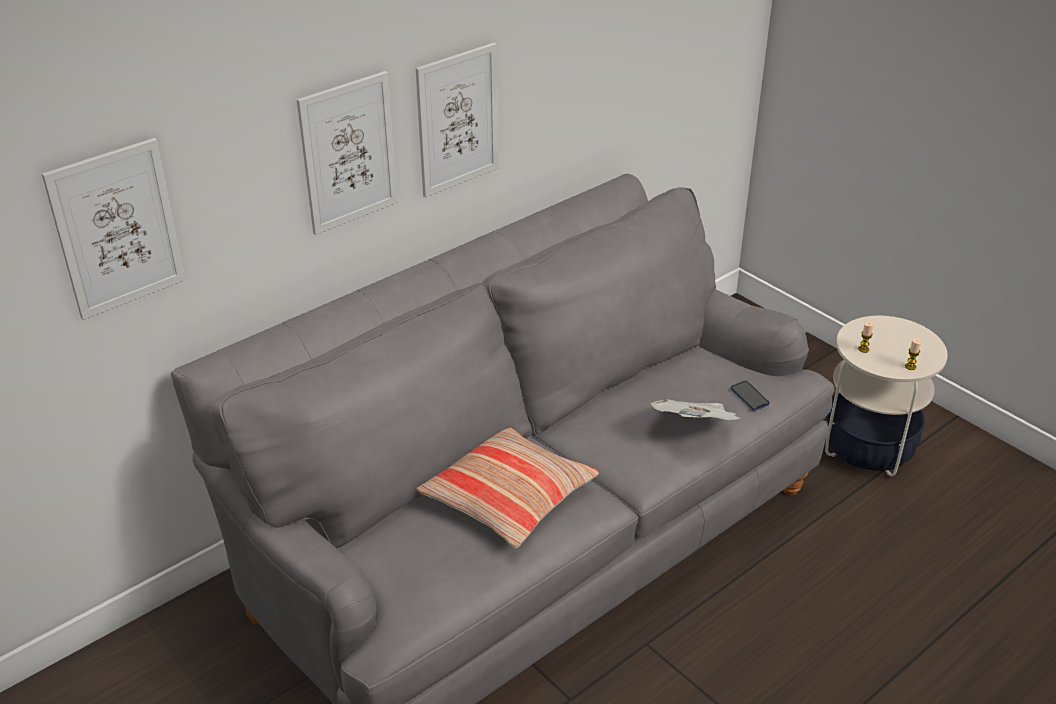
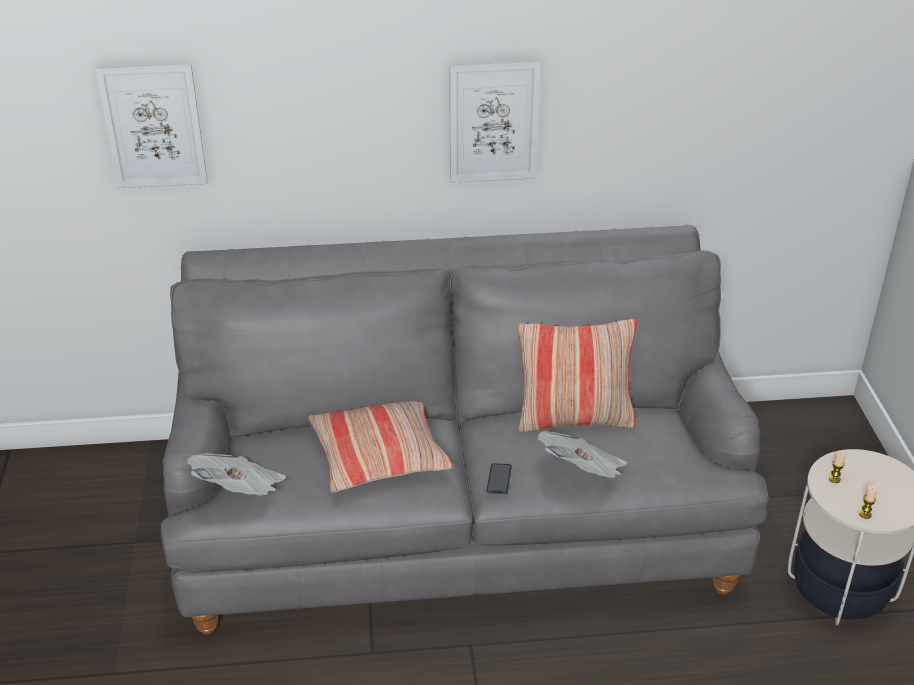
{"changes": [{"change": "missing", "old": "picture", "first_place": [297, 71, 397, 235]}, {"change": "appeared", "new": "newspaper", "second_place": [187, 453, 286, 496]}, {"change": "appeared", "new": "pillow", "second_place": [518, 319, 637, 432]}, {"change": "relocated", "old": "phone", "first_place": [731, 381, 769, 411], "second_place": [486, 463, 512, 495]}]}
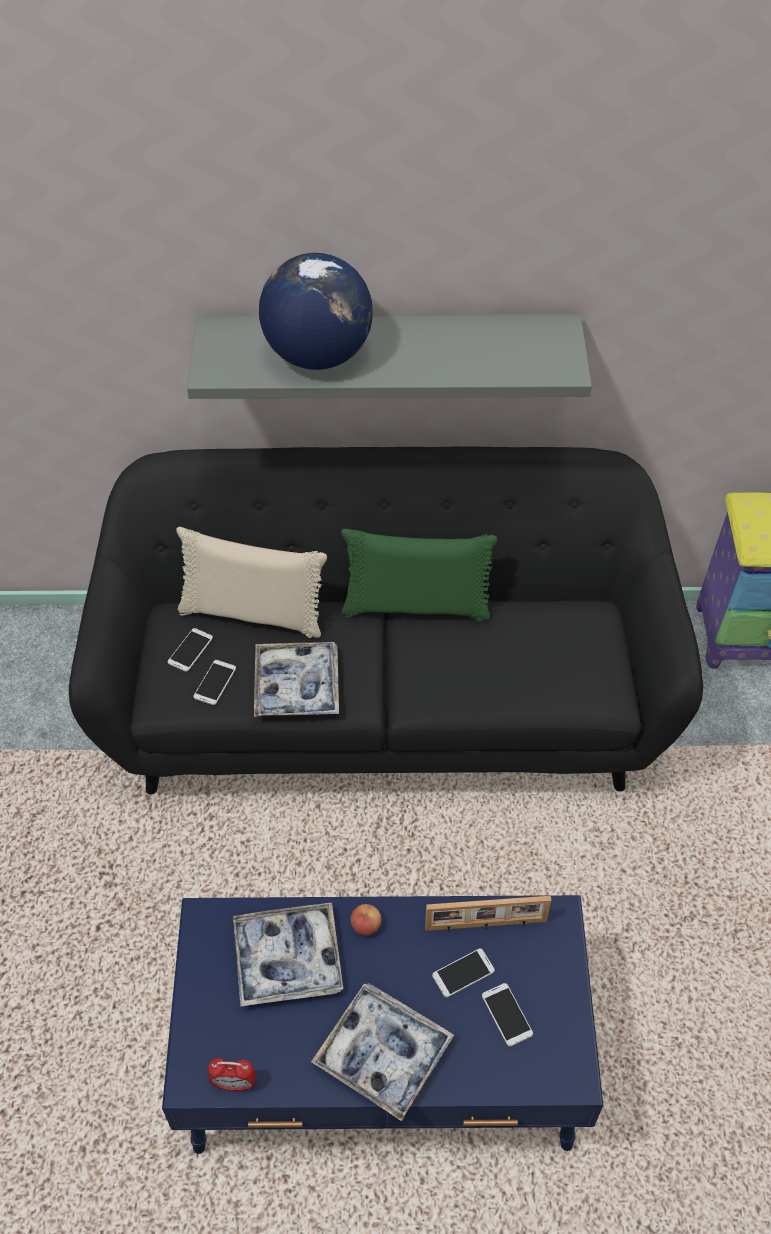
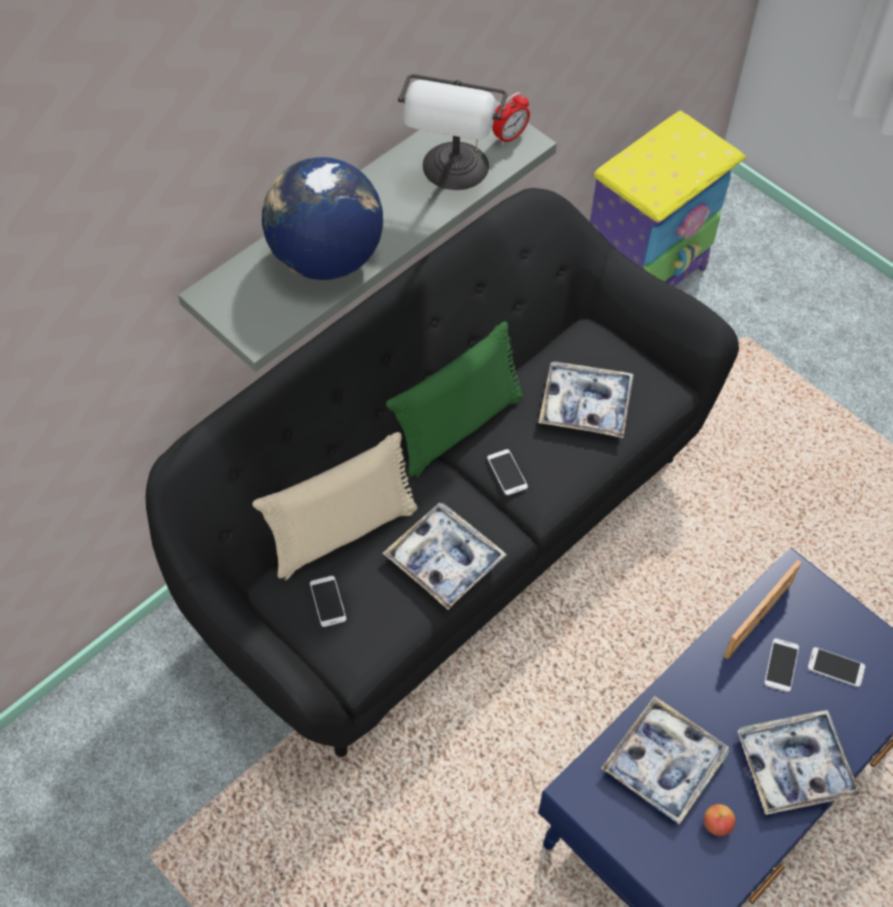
{"changes": [{"change": "appeared", "new": "table lamp", "second_place": [398, 74, 507, 190]}, {"change": "appeared", "new": "tray", "second_place": [538, 362, 634, 438]}, {"change": "relocated", "old": "phone", "first_place": [193, 660, 236, 705], "second_place": [487, 449, 528, 496]}, {"change": "relocated", "old": "alarm clock", "first_place": [208, 1058, 256, 1091], "second_place": [493, 92, 530, 145]}, {"change": "relocated", "old": "apple", "first_place": [350, 904, 381, 936], "second_place": [704, 804, 735, 836]}]}
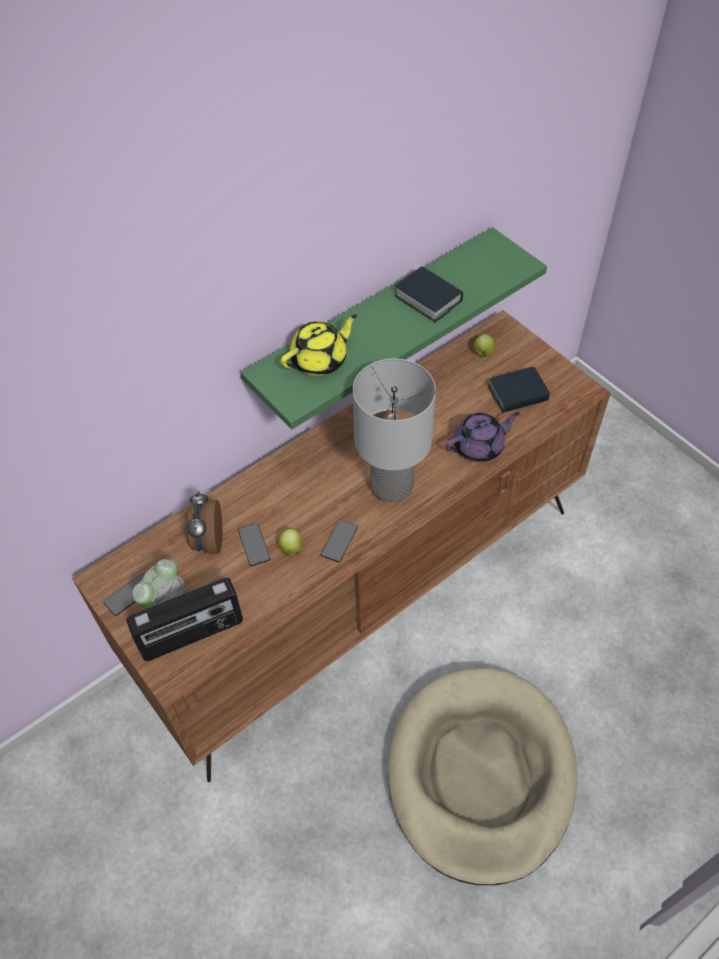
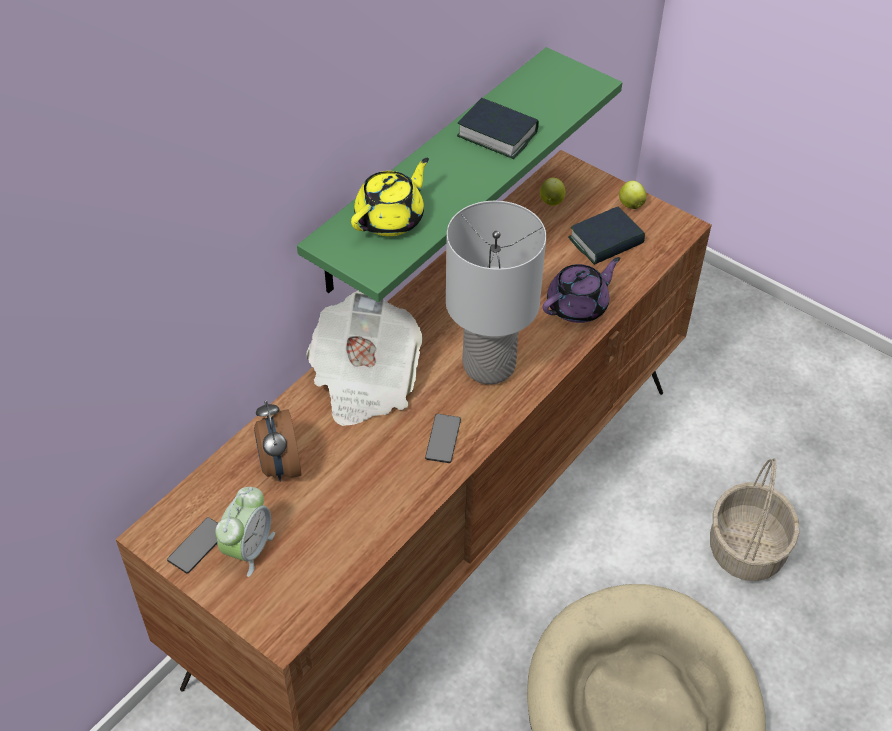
{"changes": [{"change": "missing", "old": "radio", "first_place": [127, 578, 243, 661]}, {"change": "missing", "old": "phone", "first_place": [238, 523, 270, 566]}, {"change": "appeared", "new": "newspaper", "second_place": [306, 291, 423, 426]}, {"change": "appeared", "new": "basket", "second_place": [710, 458, 799, 581]}, {"change": "relocated", "old": "apple", "first_place": [278, 529, 303, 556], "second_place": [619, 181, 647, 209]}]}
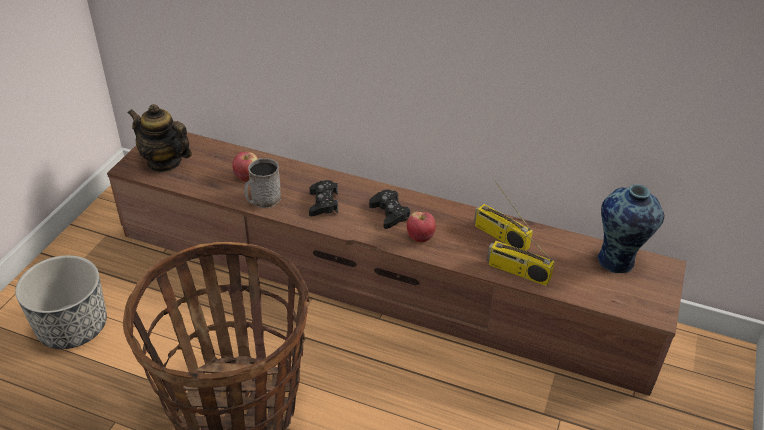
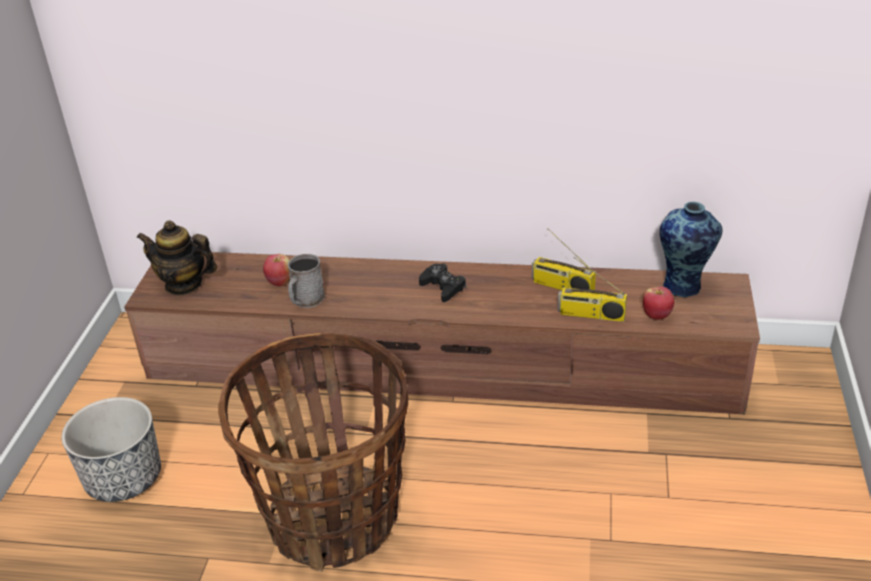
{"changes": [{"change": "missing", "old": "game controller (black)", "first_place": [309, 180, 338, 216]}, {"change": "relocated", "old": "apple", "first_place": [407, 212, 436, 242], "second_place": [643, 287, 674, 320]}]}
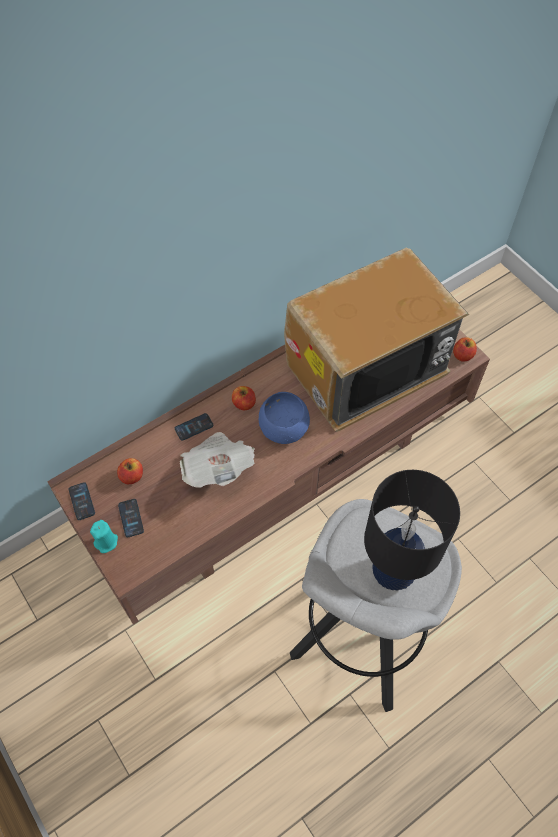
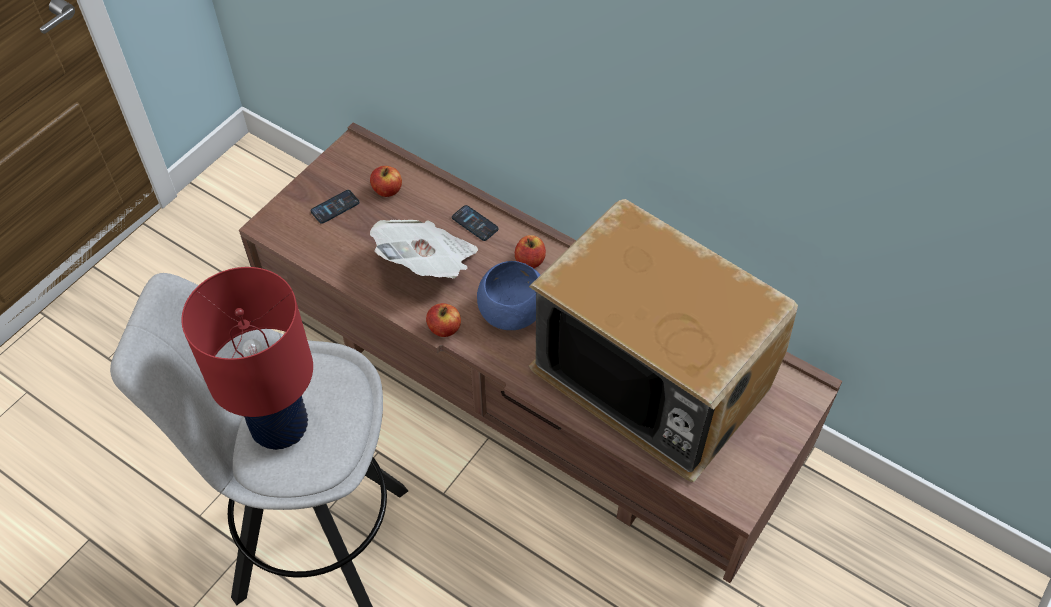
{"changes": [{"change": "missing", "old": "phone", "first_place": [69, 482, 95, 520]}, {"change": "missing", "old": "candle (turquoise)", "first_place": [90, 520, 118, 553]}, {"change": "relocated", "old": "apple", "first_place": [453, 337, 477, 362], "second_place": [426, 303, 461, 337]}, {"change": "colour", "old": "table lamp (black)", "new": "table lamp (red)", "first_place": [364, 470, 460, 590], "second_place": [182, 267, 313, 450]}]}
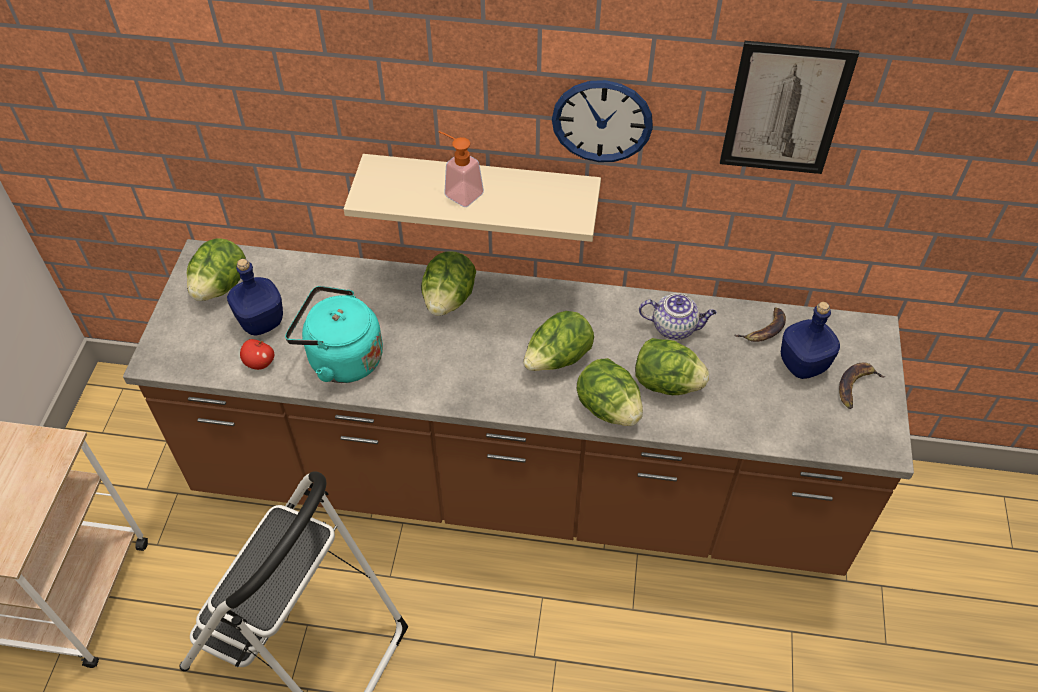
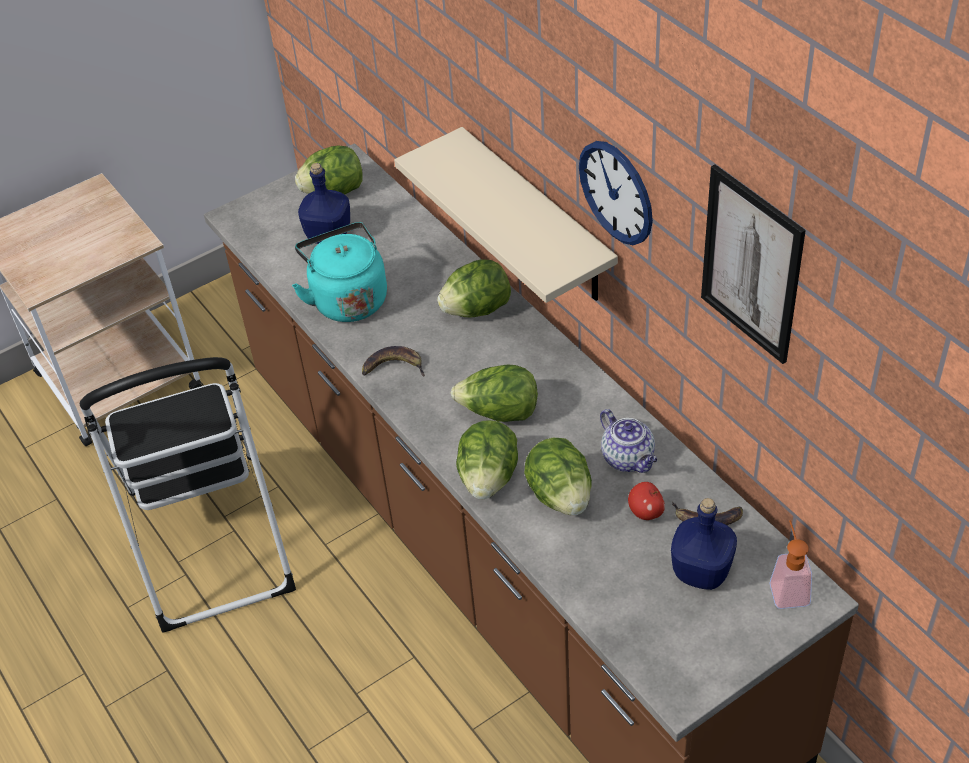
{"changes": [{"change": "relocated", "old": "apple", "first_place": [240, 339, 274, 370], "second_place": [628, 482, 665, 520]}, {"change": "relocated", "old": "soap dispenser", "first_place": [438, 131, 484, 207], "second_place": [769, 520, 812, 609]}, {"change": "relocated", "old": "banana", "first_place": [839, 362, 886, 409], "second_place": [362, 346, 425, 376]}]}
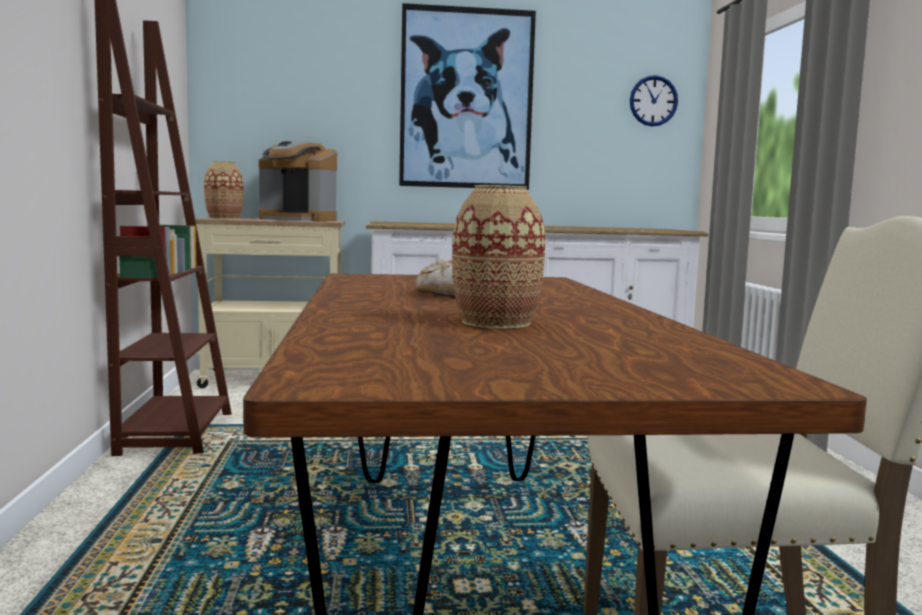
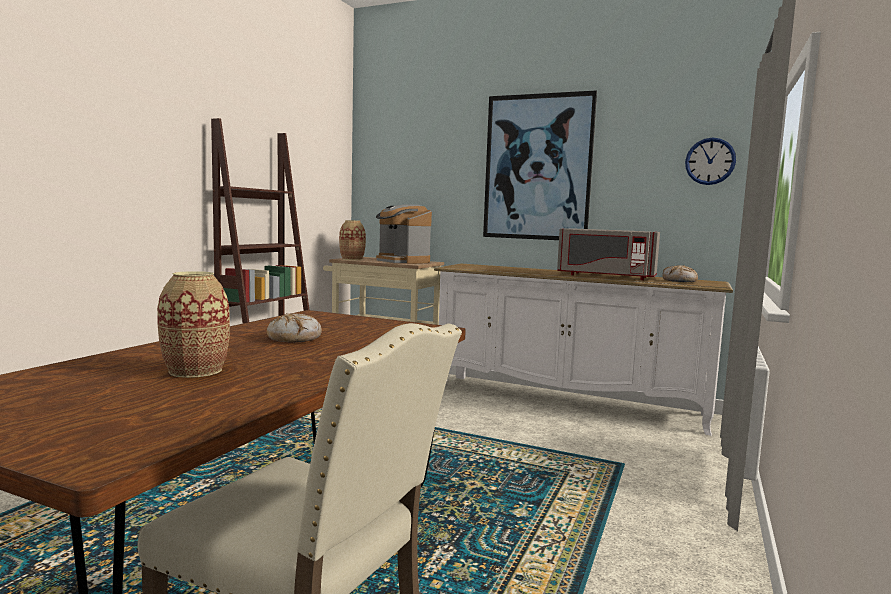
{"changes": [{"change": "appeared", "new": "microwave (grey)", "second_place": [557, 228, 660, 280]}, {"change": "appeared", "new": "bread", "second_place": [662, 265, 698, 282]}]}
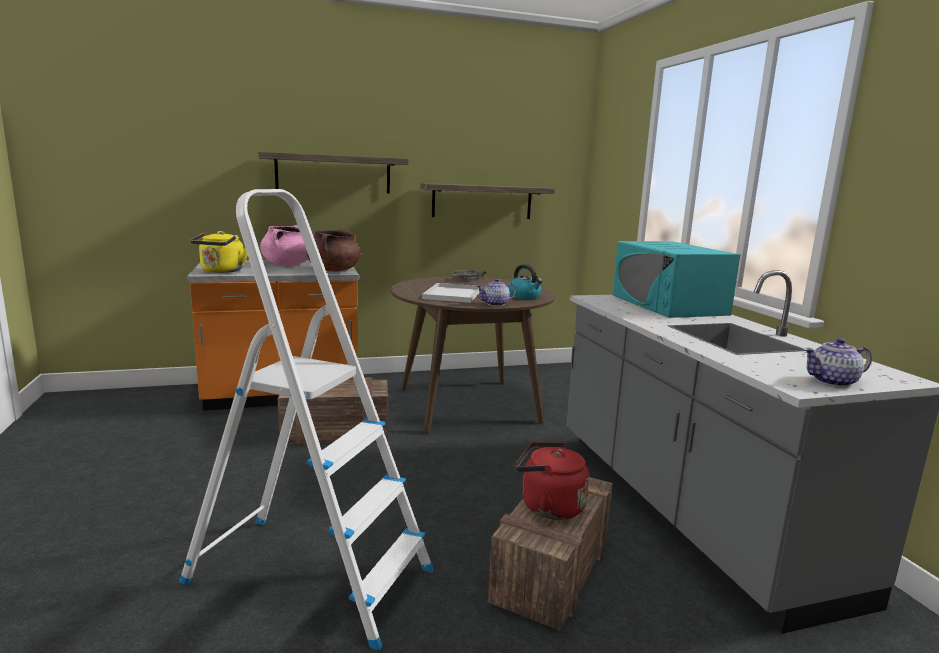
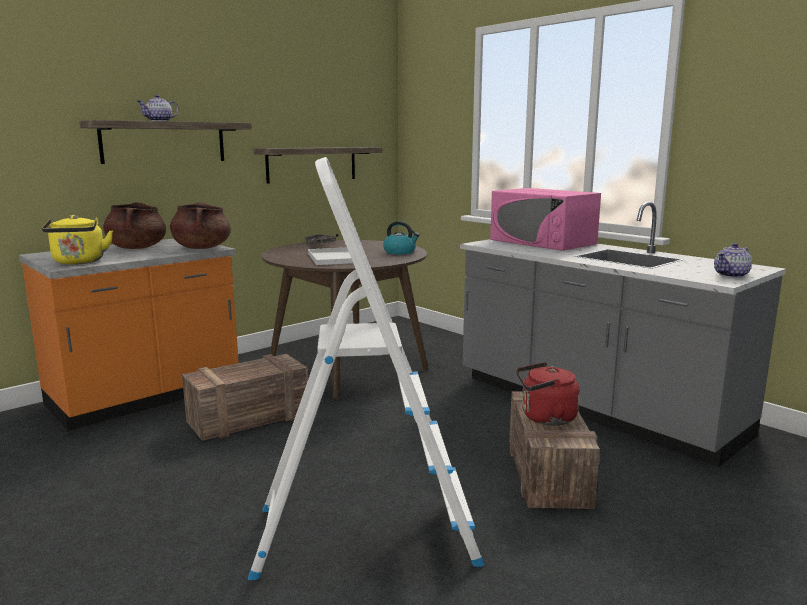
{"changes": [{"change": "relocated", "old": "teapot", "first_place": [476, 279, 517, 306], "second_place": [137, 95, 179, 121]}, {"change": "colour", "old": "cooking pot (pink)", "new": "cooking pot (brown)", "first_place": [260, 225, 308, 266], "second_place": [103, 202, 166, 249]}, {"change": "colour", "old": "microwave (turquoise)", "new": "microwave (pink)", "first_place": [612, 241, 741, 318], "second_place": [490, 188, 601, 251]}]}
